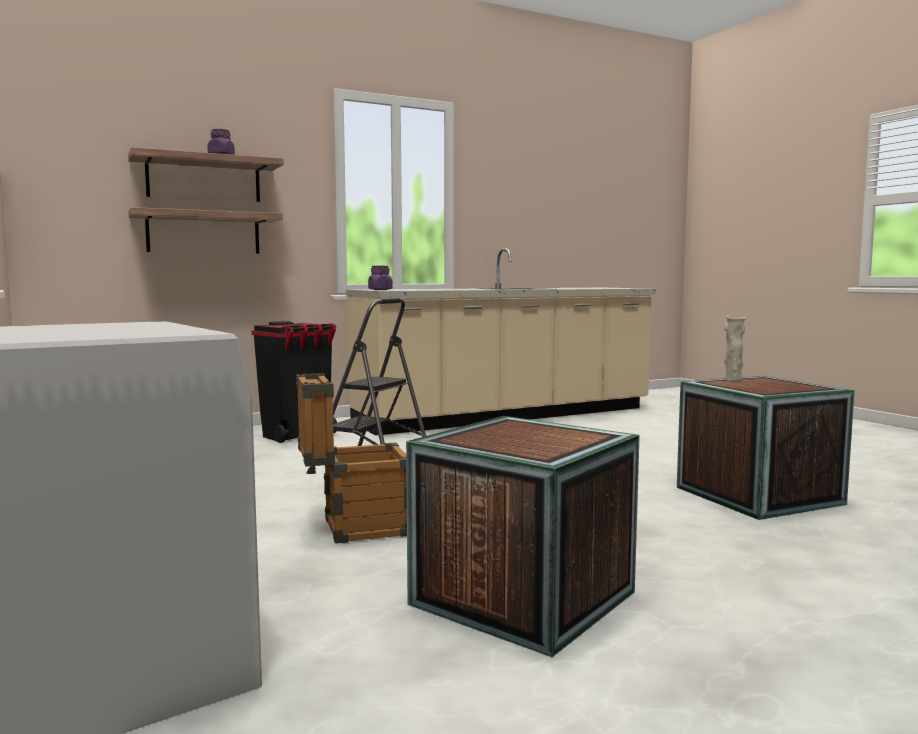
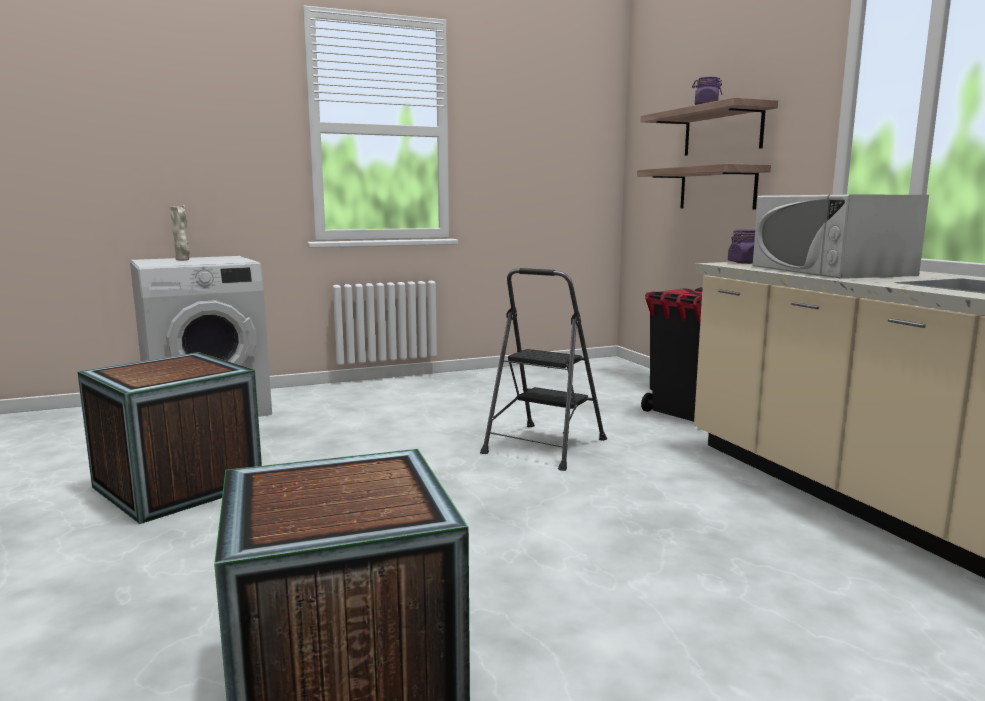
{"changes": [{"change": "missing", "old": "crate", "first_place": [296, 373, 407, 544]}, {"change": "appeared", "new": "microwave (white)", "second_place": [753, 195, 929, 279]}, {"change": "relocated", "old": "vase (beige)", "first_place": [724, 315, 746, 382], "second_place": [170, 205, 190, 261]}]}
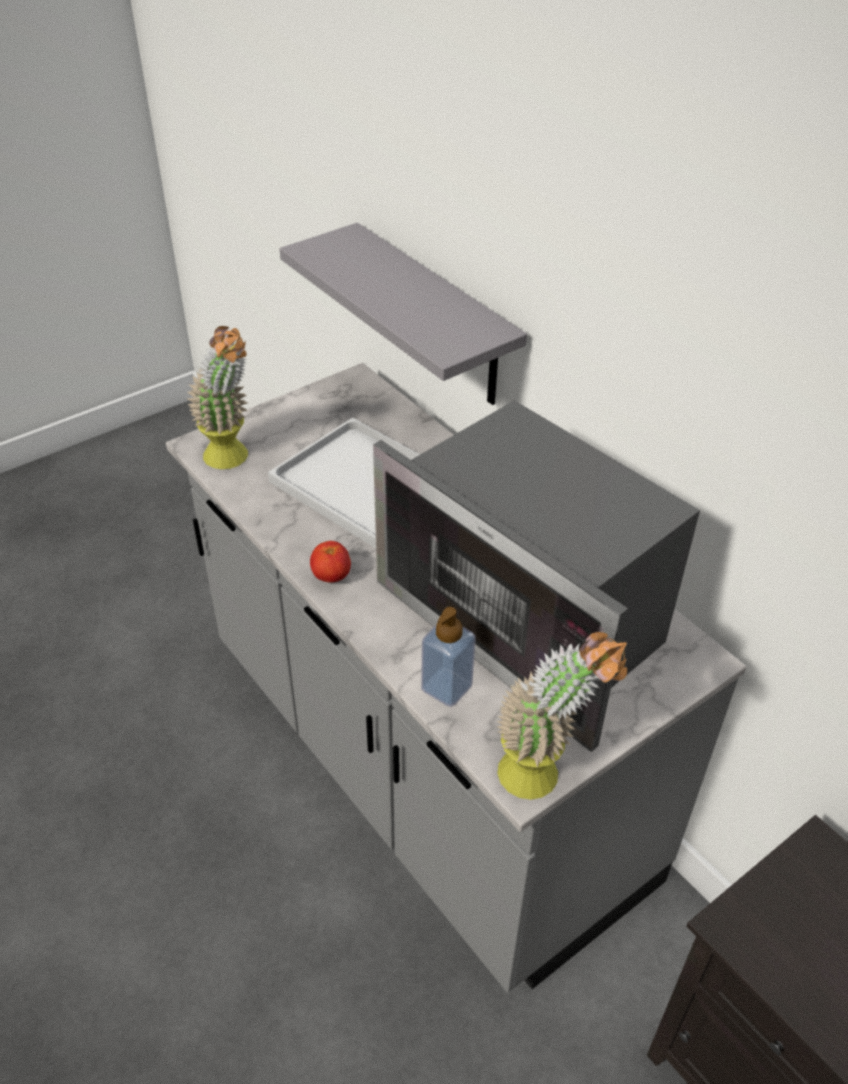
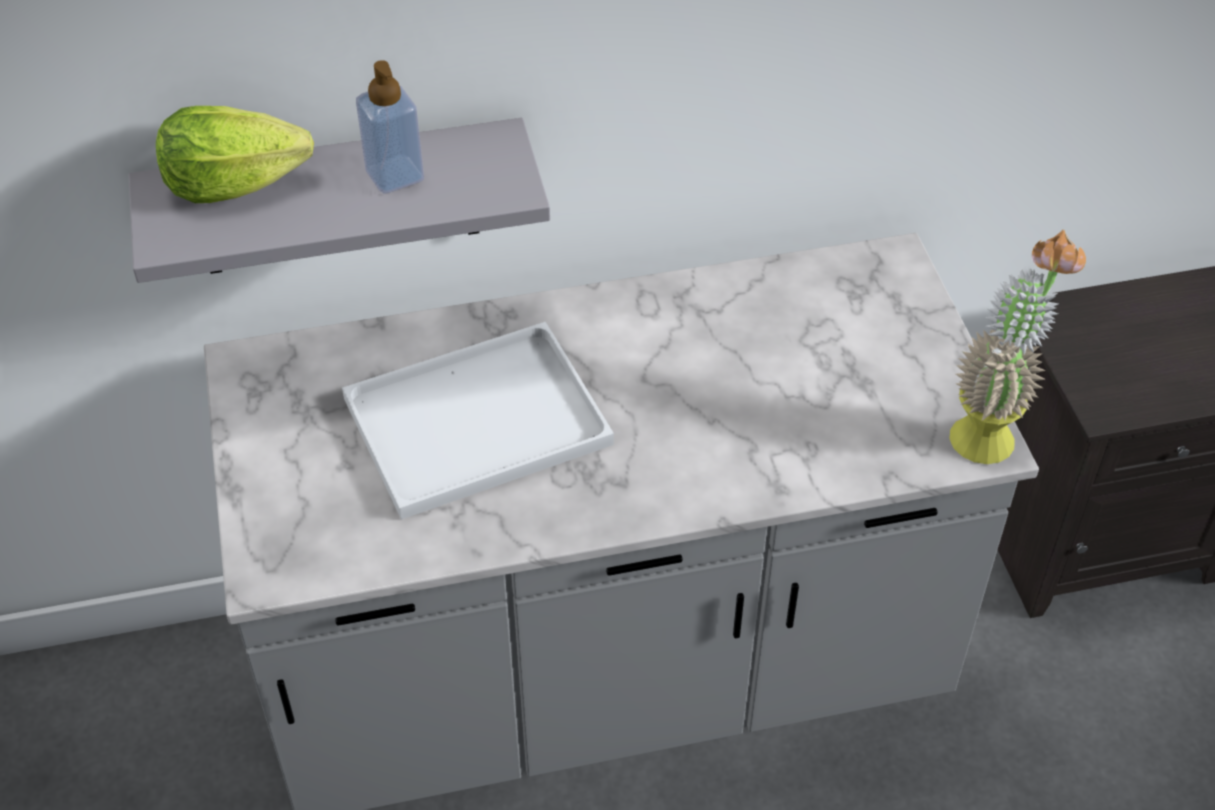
{"changes": [{"change": "missing", "old": "potted plant", "first_place": [187, 326, 249, 469]}, {"change": "missing", "old": "tomato", "first_place": [310, 541, 351, 583]}, {"change": "missing", "old": "microwave", "first_place": [373, 400, 700, 752]}, {"change": "appeared", "new": "lettuce", "second_place": [156, 106, 314, 203]}, {"change": "relocated", "old": "soap dispenser", "first_place": [421, 607, 476, 707], "second_place": [356, 60, 424, 194]}]}
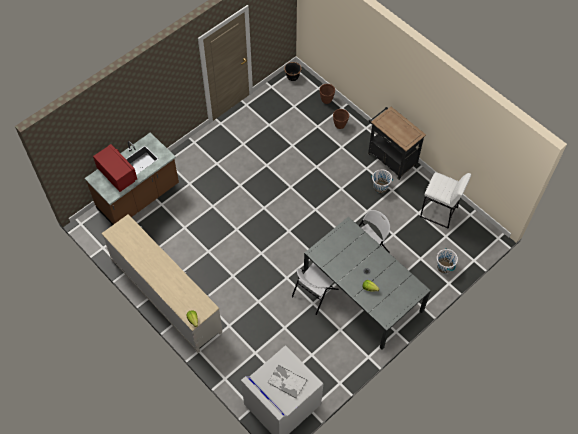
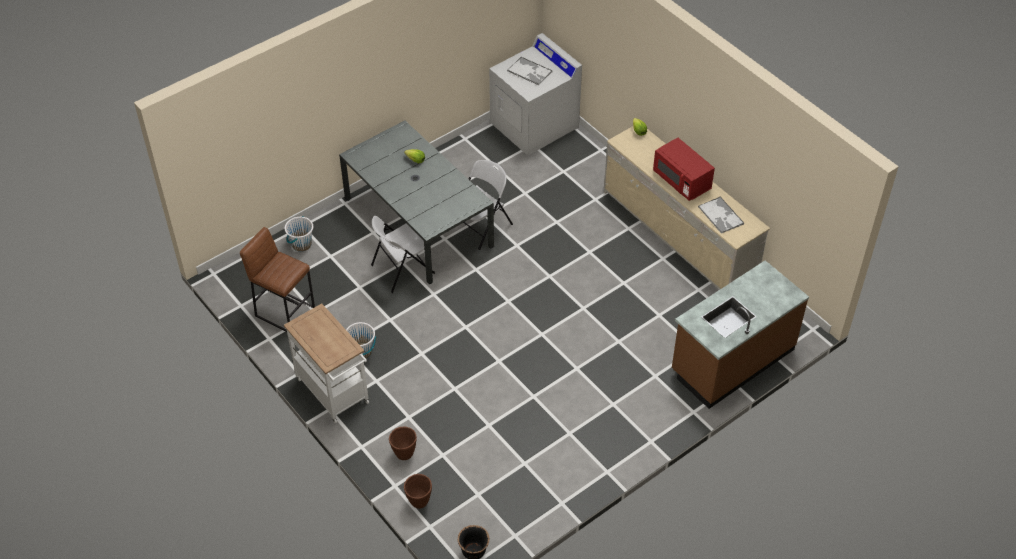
{"changes": [{"change": "appeared", "new": "tray", "second_place": [698, 196, 744, 234]}, {"change": "relocated", "old": "microwave (red)", "first_place": [93, 144, 137, 192], "second_place": [653, 138, 715, 201]}, {"change": "colour", "old": "cart (black)", "new": "cart (white)", "first_place": [368, 107, 426, 180], "second_place": [284, 303, 369, 424]}, {"change": "colour", "old": "stool (white)", "new": "stool (brown)", "first_place": [420, 172, 471, 228], "second_place": [240, 227, 315, 332]}]}
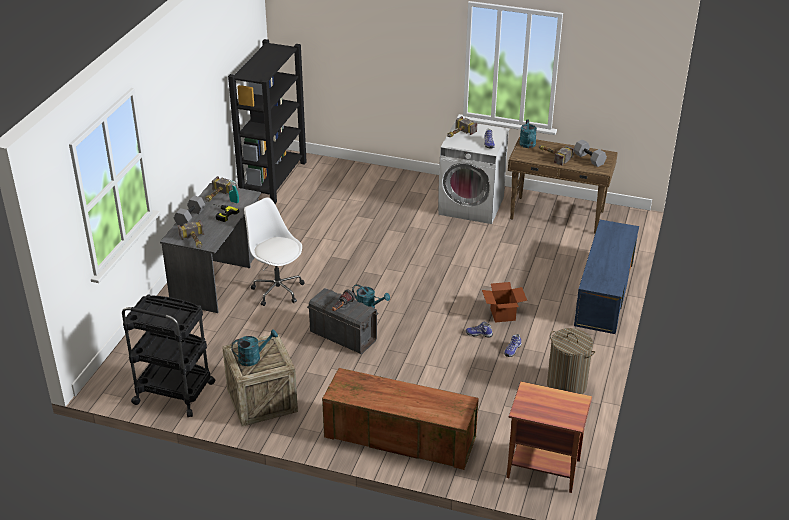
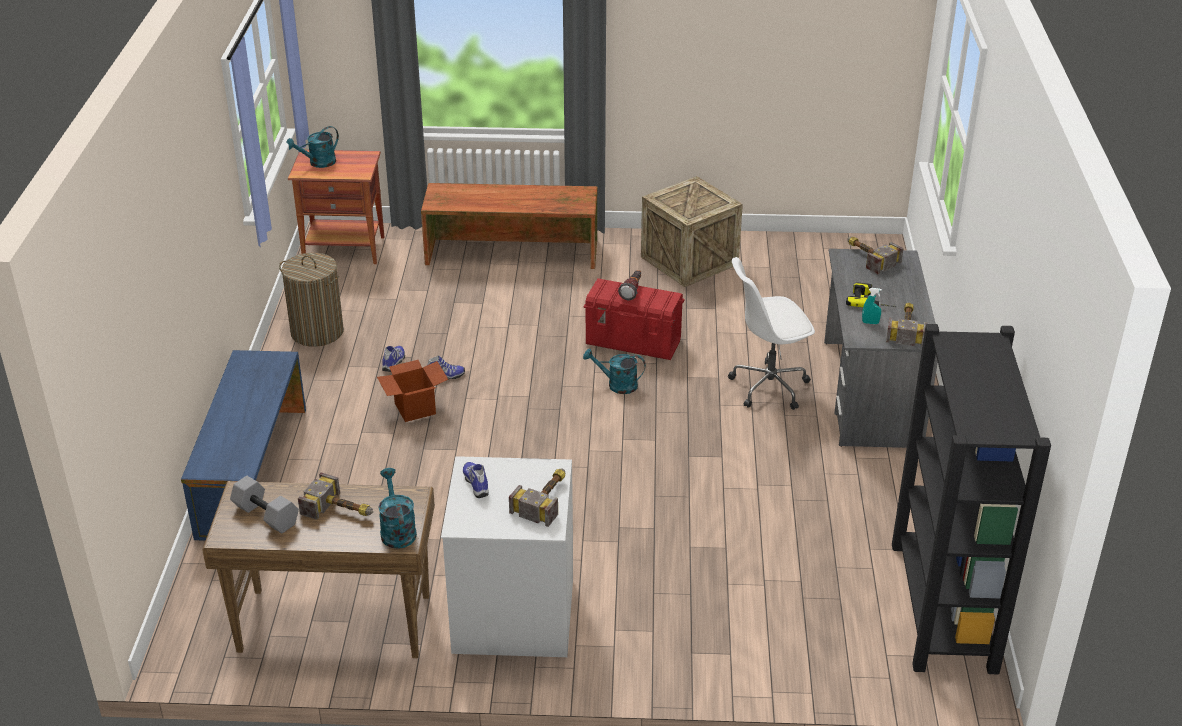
{"changes": [{"change": "missing", "old": "cart (black)", "first_place": [122, 295, 215, 417]}, {"change": "missing", "old": "dumbbell (grey)", "first_place": [174, 196, 205, 226]}, {"change": "relocated", "old": "watering can (turquoise)", "first_place": [231, 330, 278, 366], "second_place": [286, 126, 339, 168]}, {"change": "colour", "old": "storage box (grey)", "new": "storage box (red)", "first_place": [307, 288, 379, 354], "second_place": [584, 278, 685, 360]}, {"change": "spun", "old": "office chair (white)", "first_place": [244, 197, 305, 306], "second_place": [728, 257, 815, 410], "degrees": 135}]}
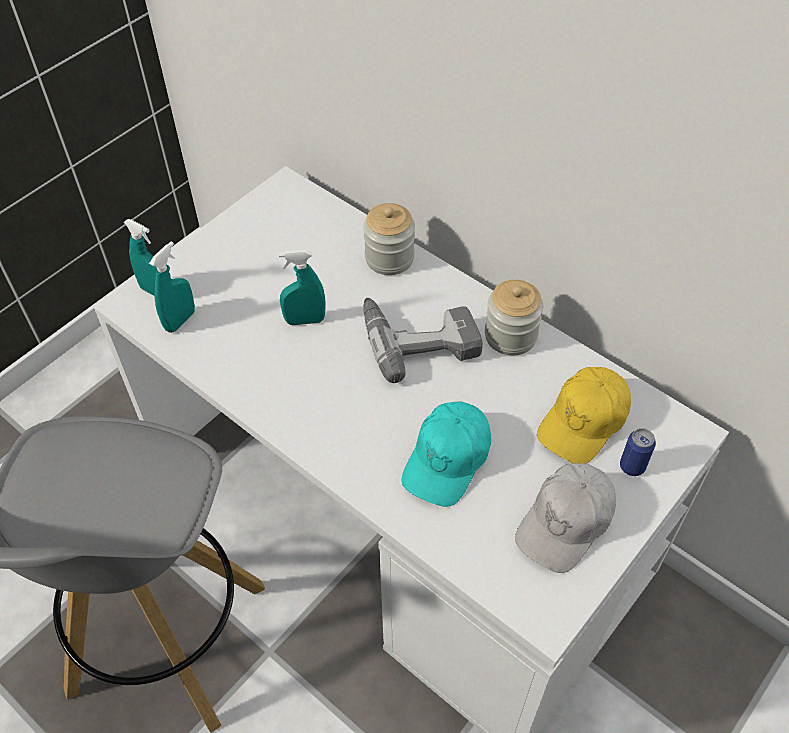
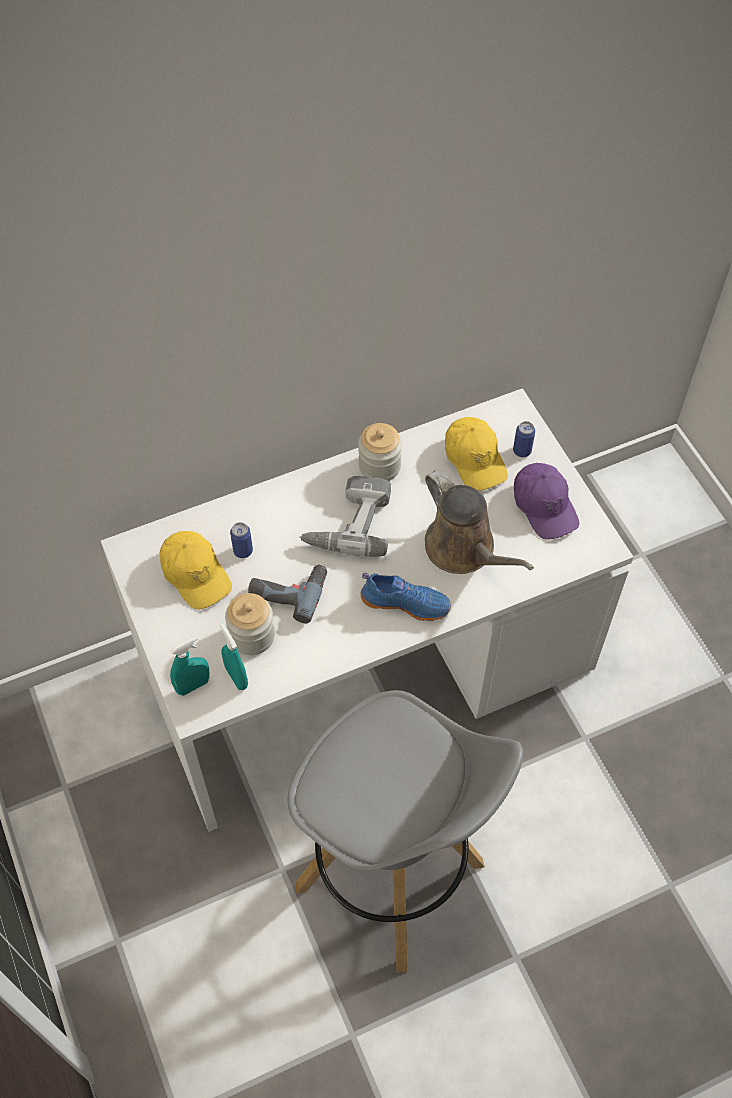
{"changes": [{"change": "appeared", "new": "cap (yellow)", "second_place": [159, 531, 232, 609]}, {"change": "appeared", "new": "can", "second_place": [230, 522, 253, 558]}, {"change": "appeared", "new": "shoe (blue)", "second_place": [360, 573, 451, 621]}, {"change": "relocated", "old": "jar", "first_place": [363, 203, 415, 275], "second_place": [225, 593, 275, 655]}, {"change": "exchanged", "old": "spray bottle (turquoise)", "new": "power drill", "first_place": [279, 250, 326, 325], "second_place": [248, 564, 327, 624]}, {"change": "exchanged", "old": "cap (turquoise)", "new": "watering can (brown)", "first_place": [402, 401, 491, 507], "second_place": [425, 470, 534, 574]}, {"change": "colour", "old": "cap (white)", "new": "cap (purple)", "first_place": [515, 463, 616, 573], "second_place": [514, 463, 579, 540]}]}
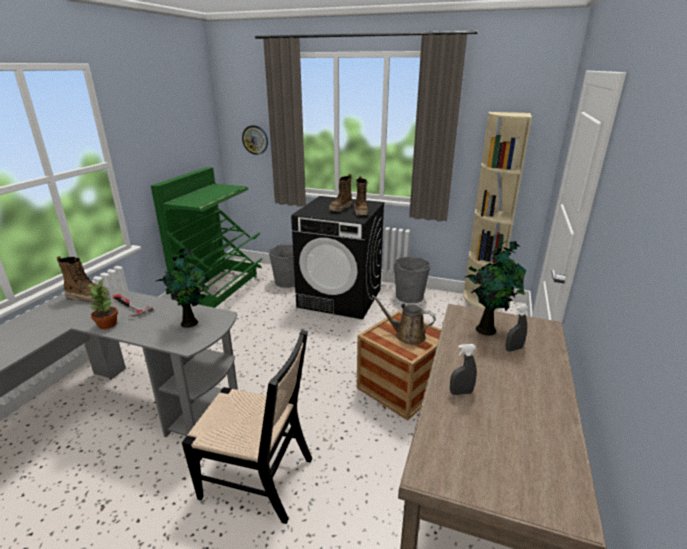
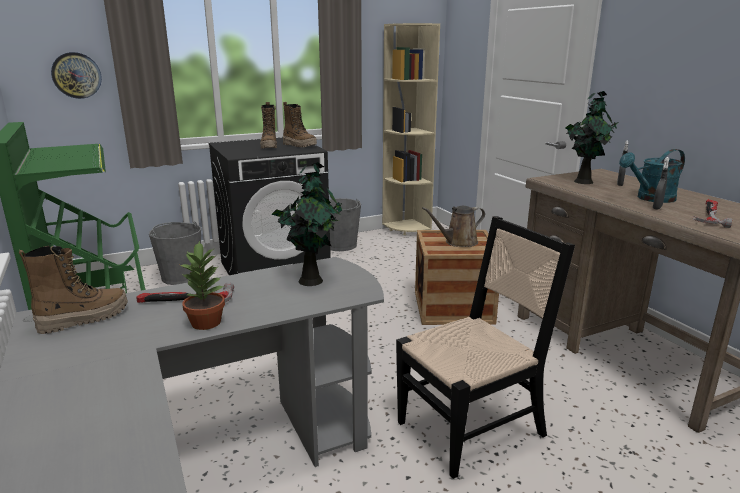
{"changes": [{"change": "appeared", "new": "watering can (turquoise)", "second_place": [619, 149, 685, 203]}, {"change": "appeared", "new": "hammer", "second_place": [692, 199, 732, 228]}]}
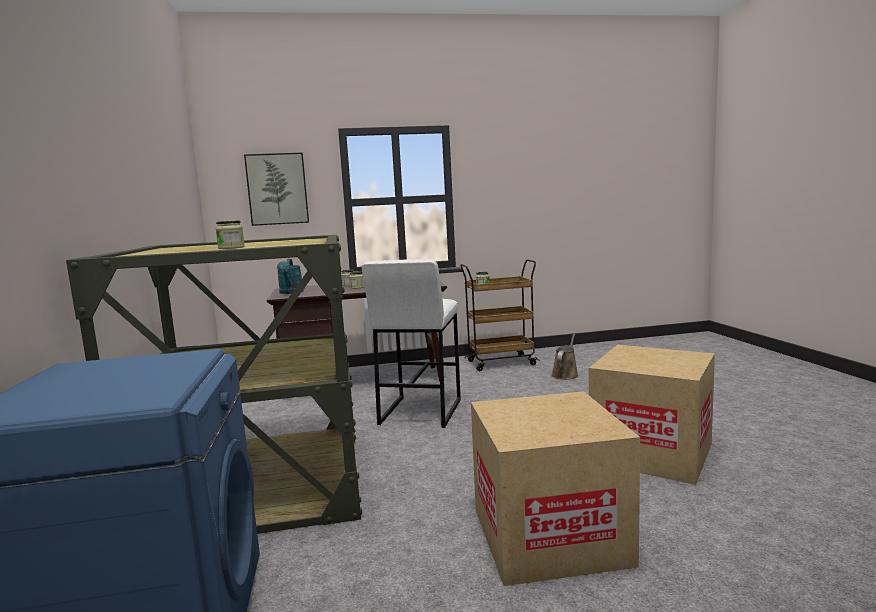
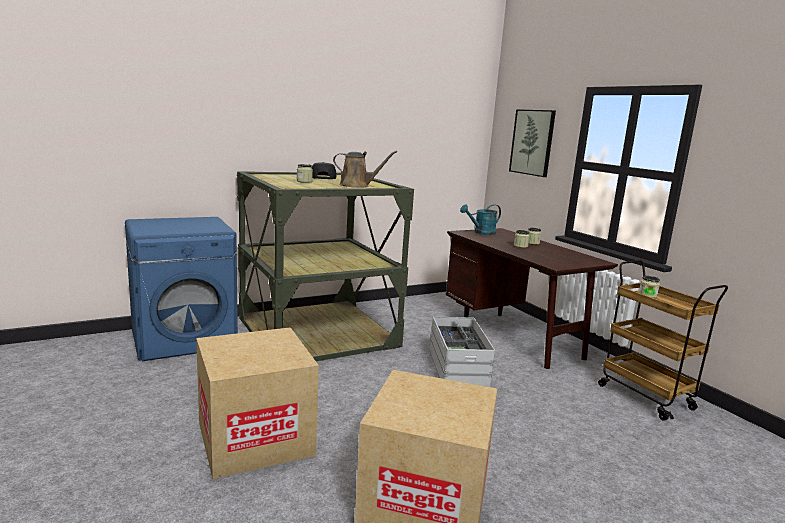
{"changes": [{"change": "appeared", "new": "cap (black)", "second_place": [312, 162, 336, 179]}, {"change": "relocated", "old": "watering can (brown)", "first_place": [551, 334, 579, 380], "second_place": [333, 151, 397, 188]}, {"change": "exchanged", "old": "stool (white)", "new": "storage box (grey)", "first_place": [362, 259, 461, 428], "second_place": [429, 316, 495, 387]}]}
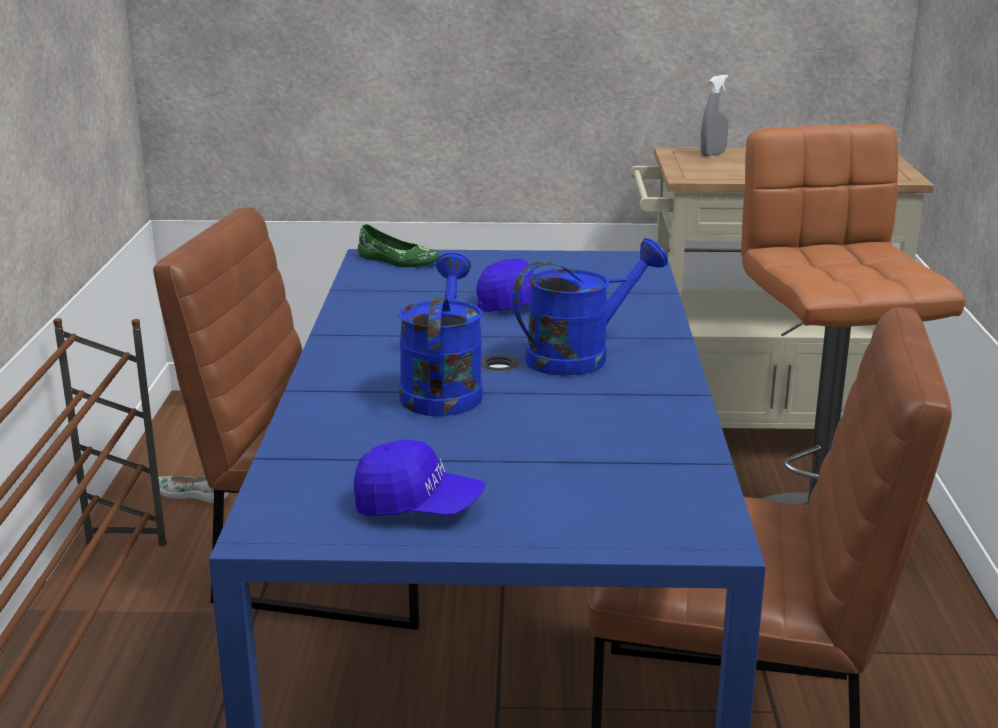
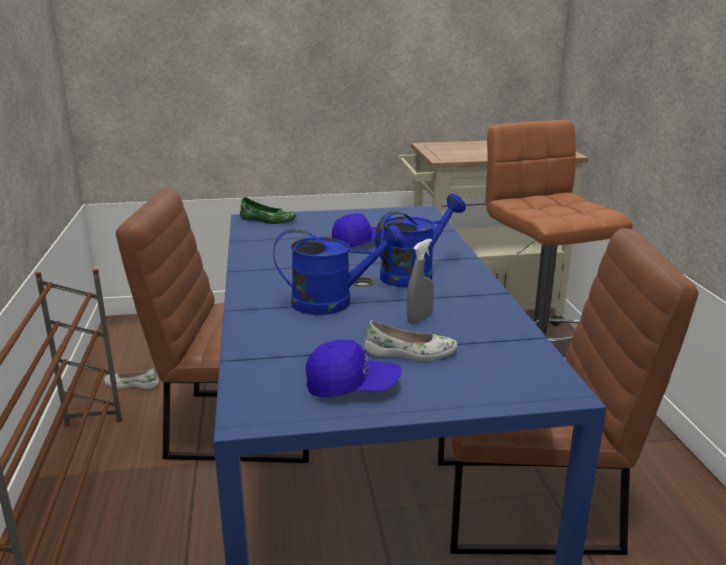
{"changes": [{"change": "appeared", "new": "shoe (white)", "second_place": [364, 320, 457, 361]}, {"change": "relocated", "old": "spray bottle (grey)", "first_place": [700, 75, 728, 156], "second_place": [407, 239, 434, 324]}, {"change": "spun", "old": "watering can (blue)", "first_place": [399, 252, 483, 416], "second_place": [274, 225, 405, 315], "degrees": 90}]}
